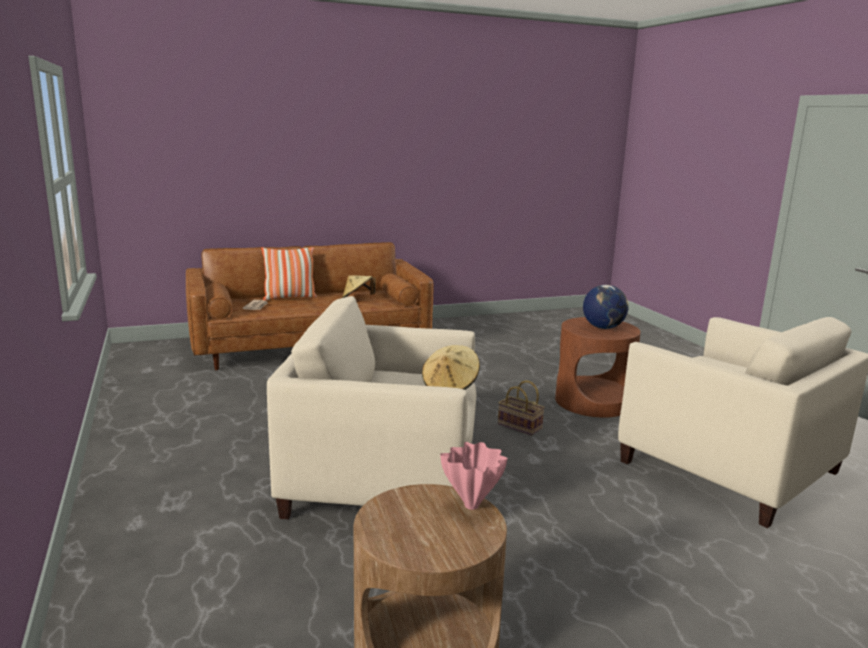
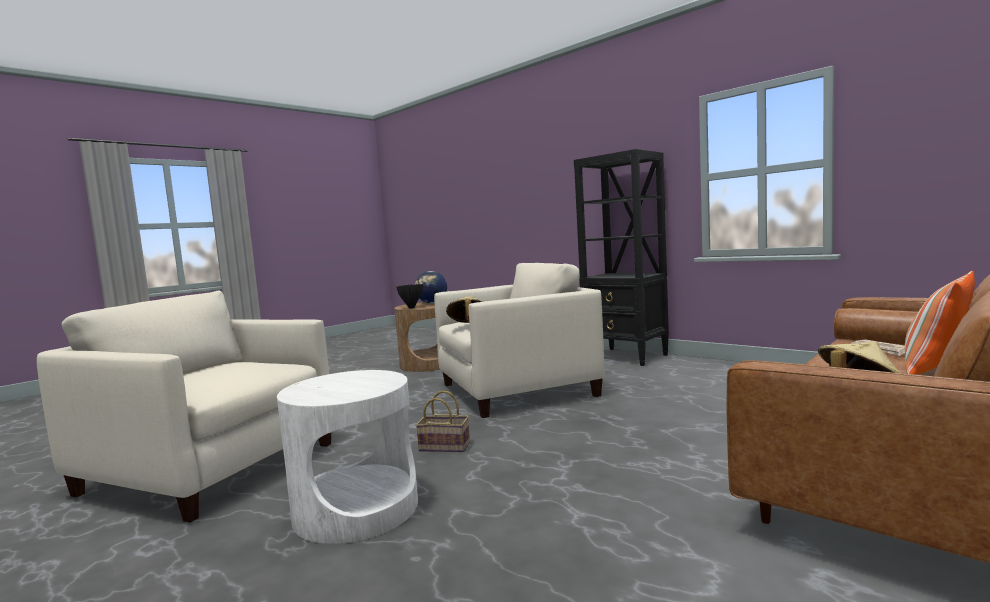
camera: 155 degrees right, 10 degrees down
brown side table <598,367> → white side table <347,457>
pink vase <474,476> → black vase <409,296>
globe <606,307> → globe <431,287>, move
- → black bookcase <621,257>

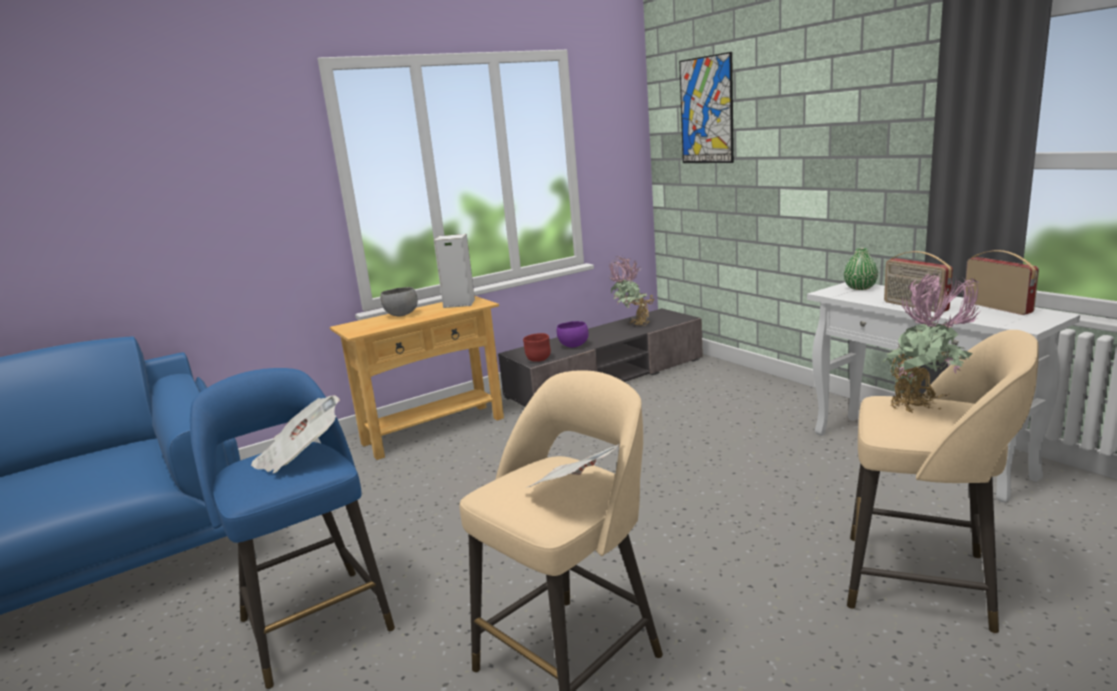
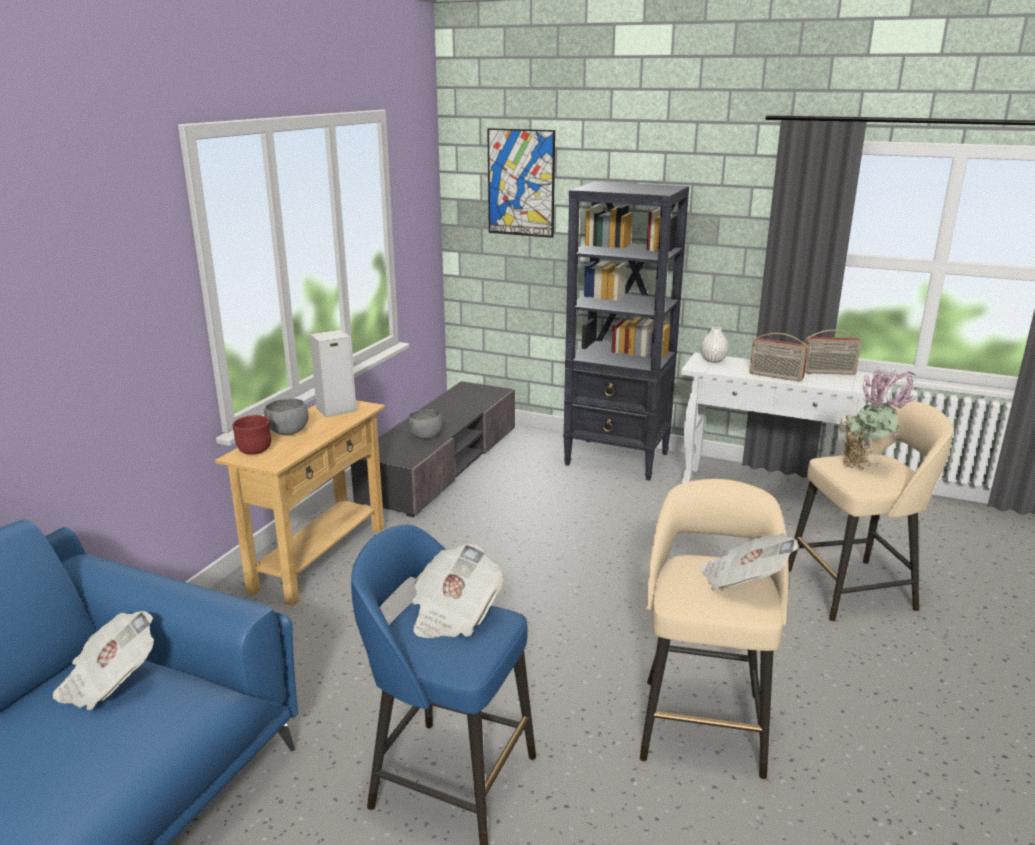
camera: 35 degrees left, 5 degrees up
- → newspaper <103,660>
red bowl <537,347> → red bowl <252,435>, move
purple bowl <573,334> → grey bowl <425,424>
- → black bookcase <626,331>
green vase <861,269> → white vase <715,345>
radio <1002,282> → radio <833,352>, 150 degrees clockwise
potted plant <632,291> → -

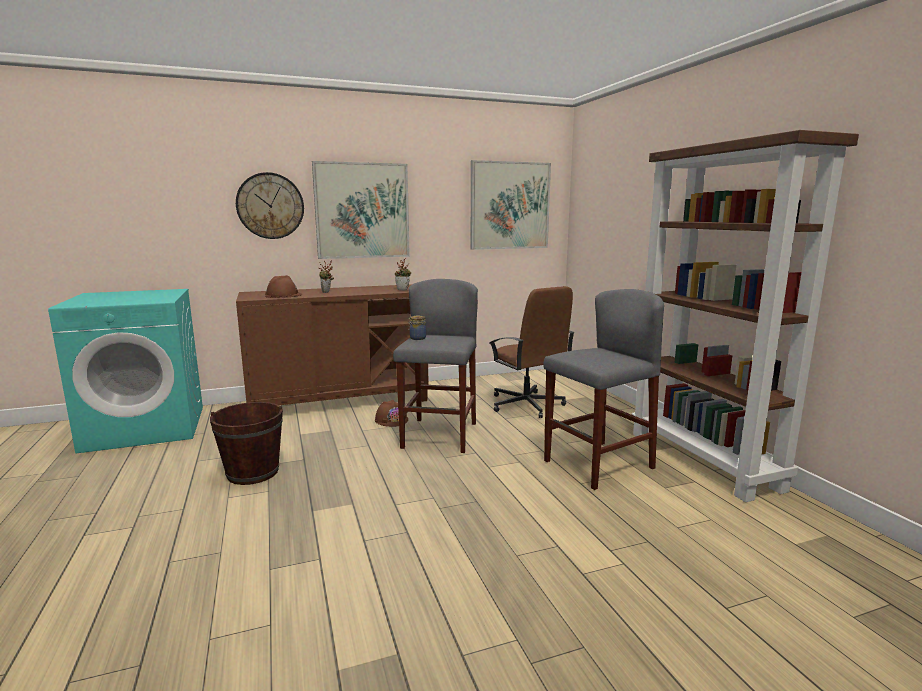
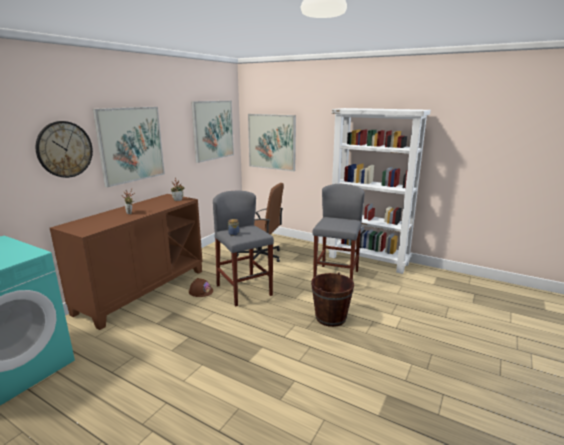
camera: 40 degrees left, 5 degrees up
- → picture <272,142>
brown bucket <246,443> → brown bucket <332,299>, move
brown bookcase <745,316> → white bookcase <379,191>
brown hard hat <283,286> → -

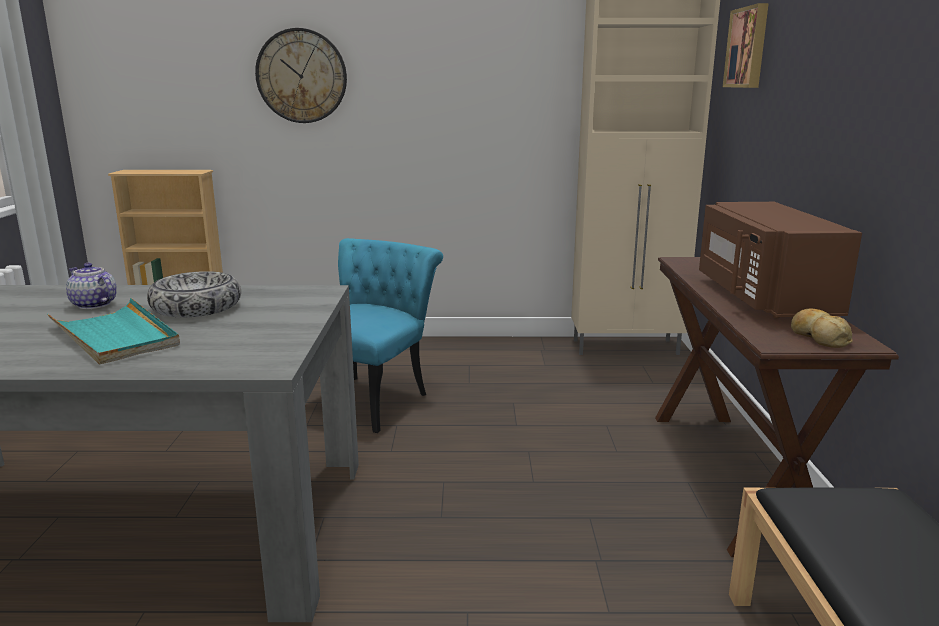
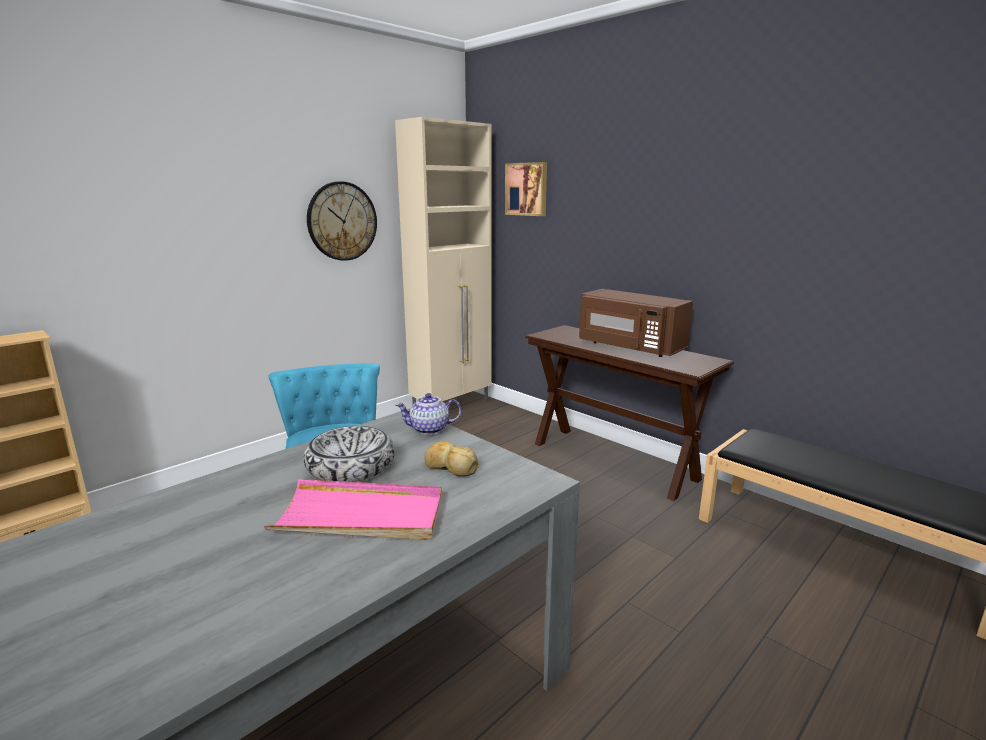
camera: 45 degrees left, 0 degrees up
turquoise tray <113,331> → pink tray <353,509>
wall clock <301,75> → wall clock <342,221>, move
teapot <91,286> → teapot <429,414>, move
bread <822,328> → bread <452,459>, move

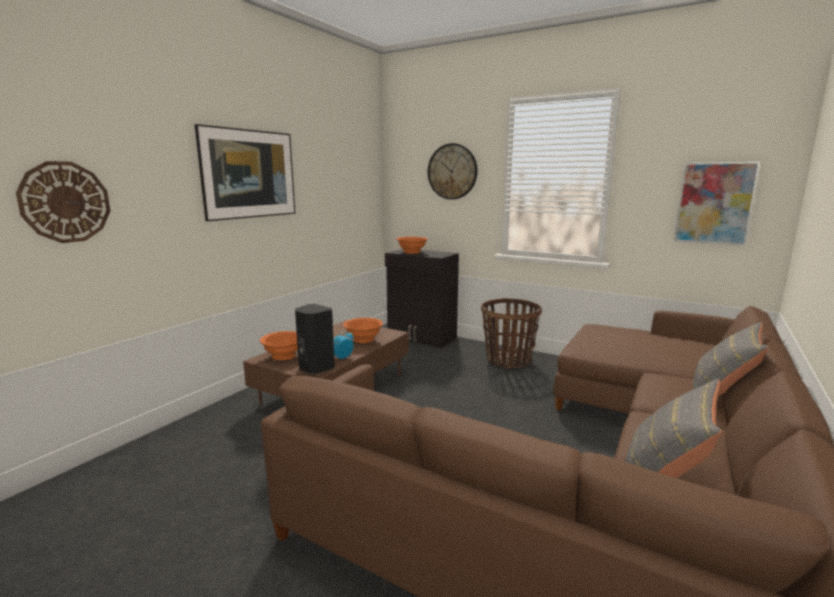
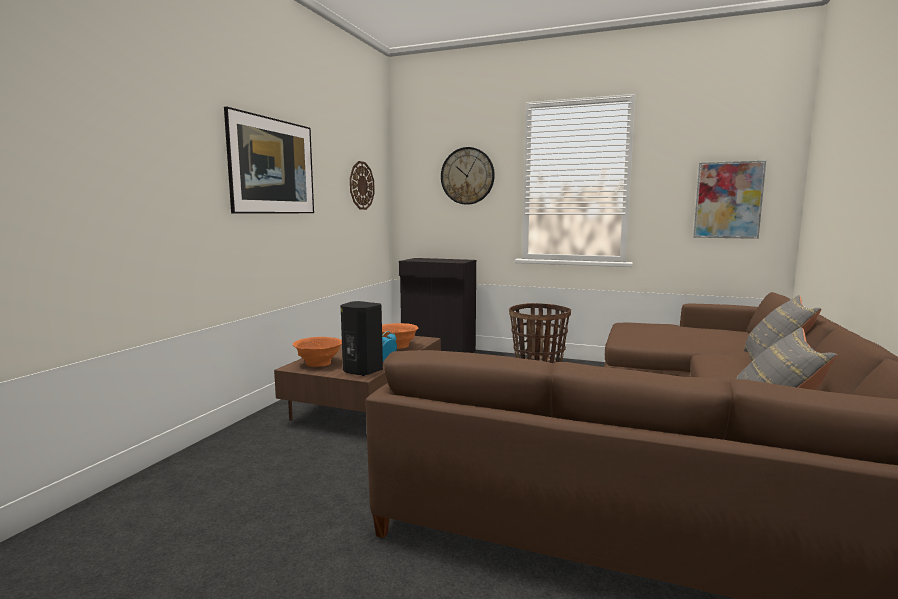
camera: 10 degrees left, 5 degrees down
wall clock <63,202> → wall clock <362,185>, move
orange bowl <412,245> → -

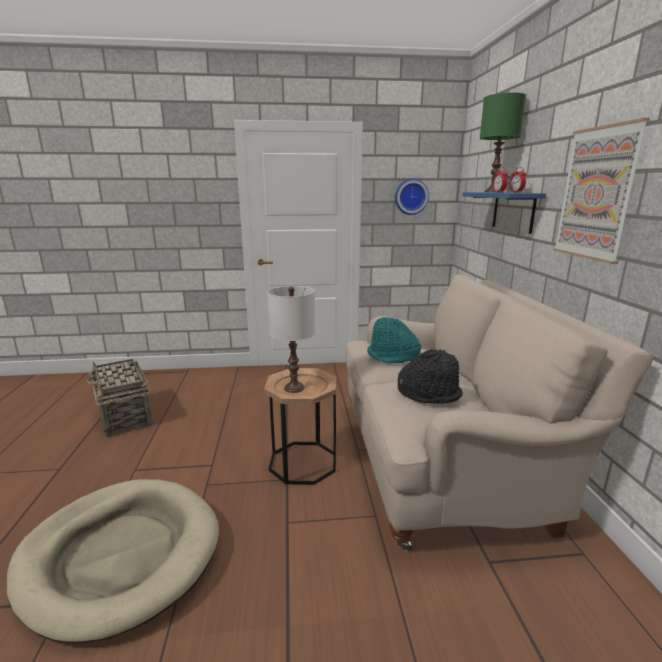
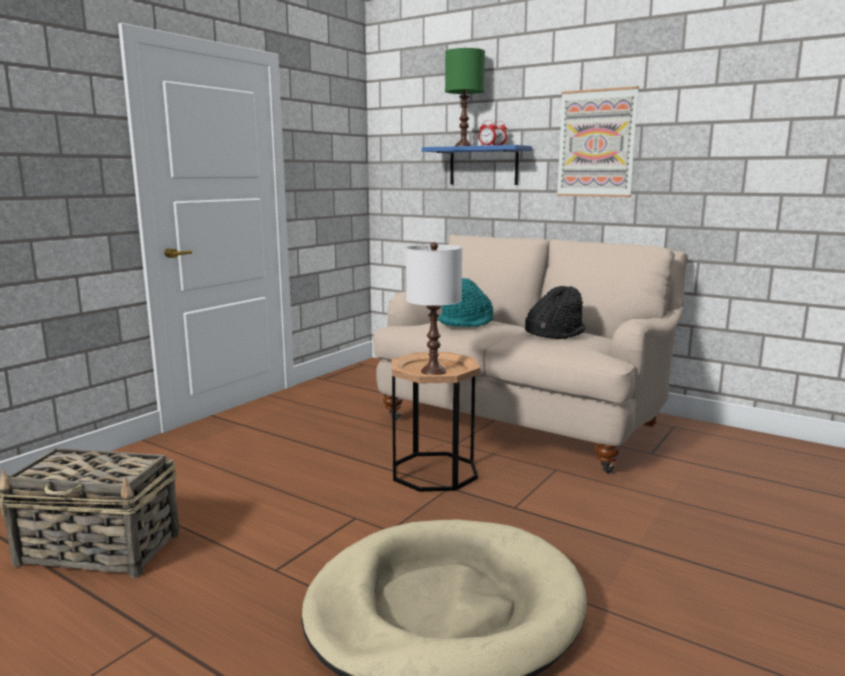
camera: 50 degrees left, 5 degrees down
wall clock <412,197> → -

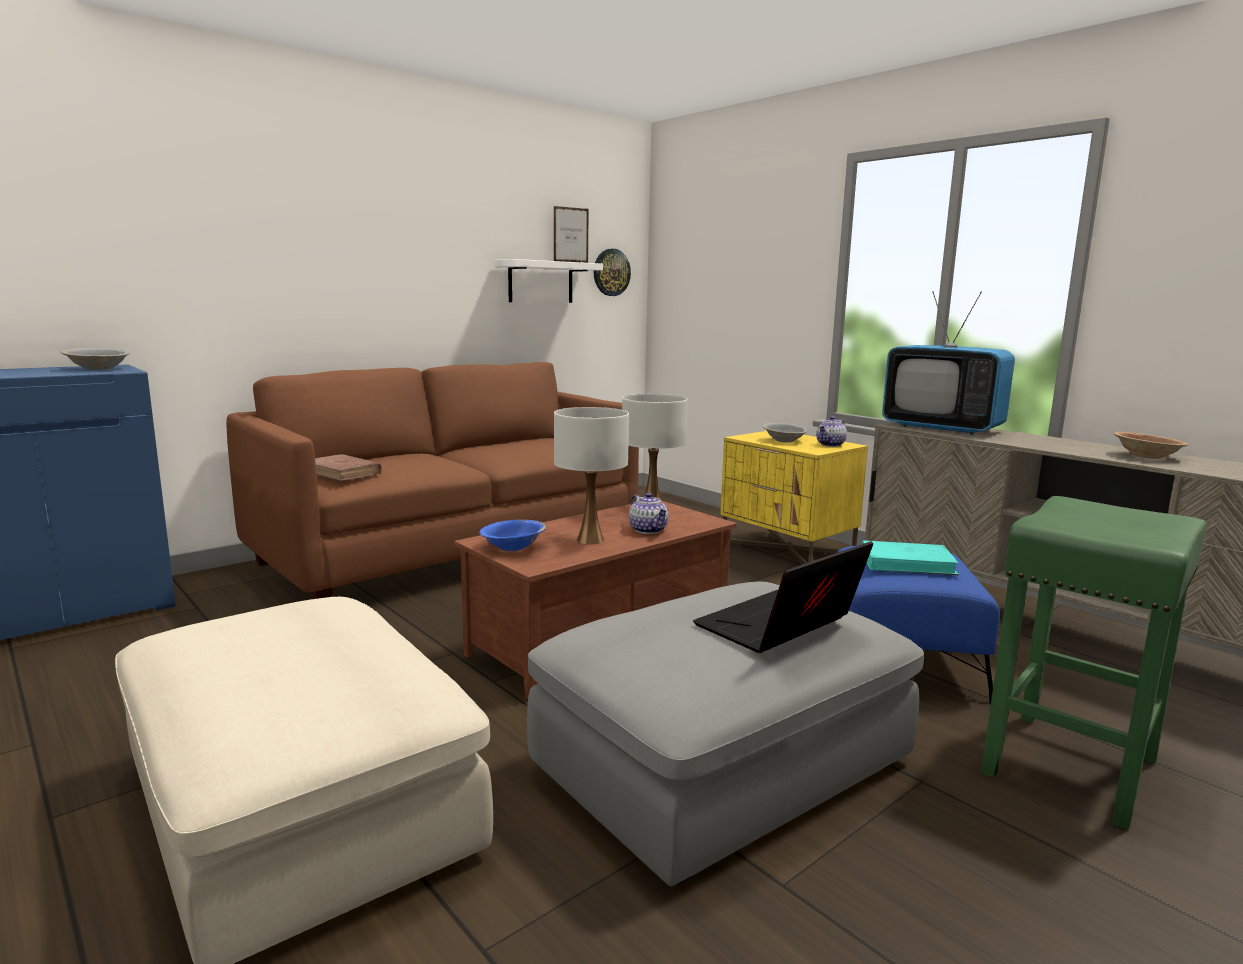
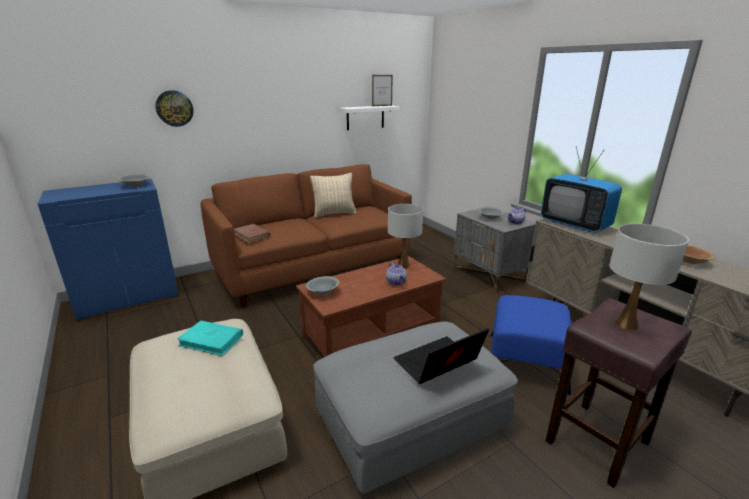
camera: 10 degrees right, 10 degrees up
wall clock <612,272> → wall clock <174,108>, move
turquoise book <910,557> → turquoise book <210,338>, move
blue bowl <512,535> → grey bowl <323,285>
- → beige pillow <333,195>
yellow nightstand <794,497> → grey nightstand <495,251>
green stool <1094,663> → brown stool <619,393>
white table lamp <591,475> → white table lamp <649,277>, move

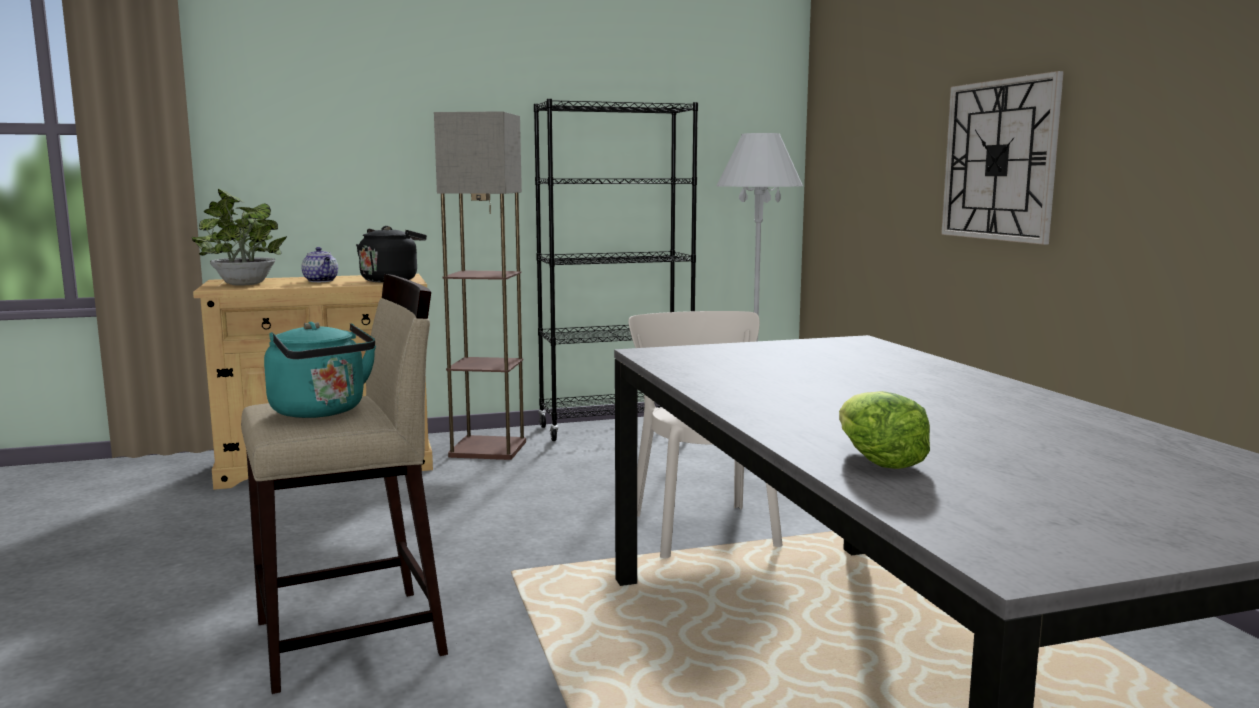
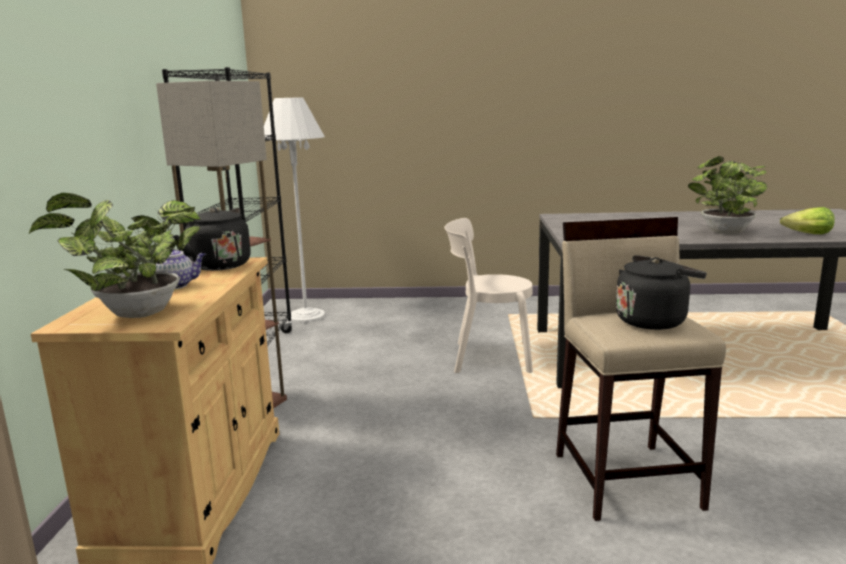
camera: 70 degrees left, 5 degrees up
turquoise kettle <320,370> → black kettle <661,292>
- → potted plant <727,195>
wall clock <1002,158> → -

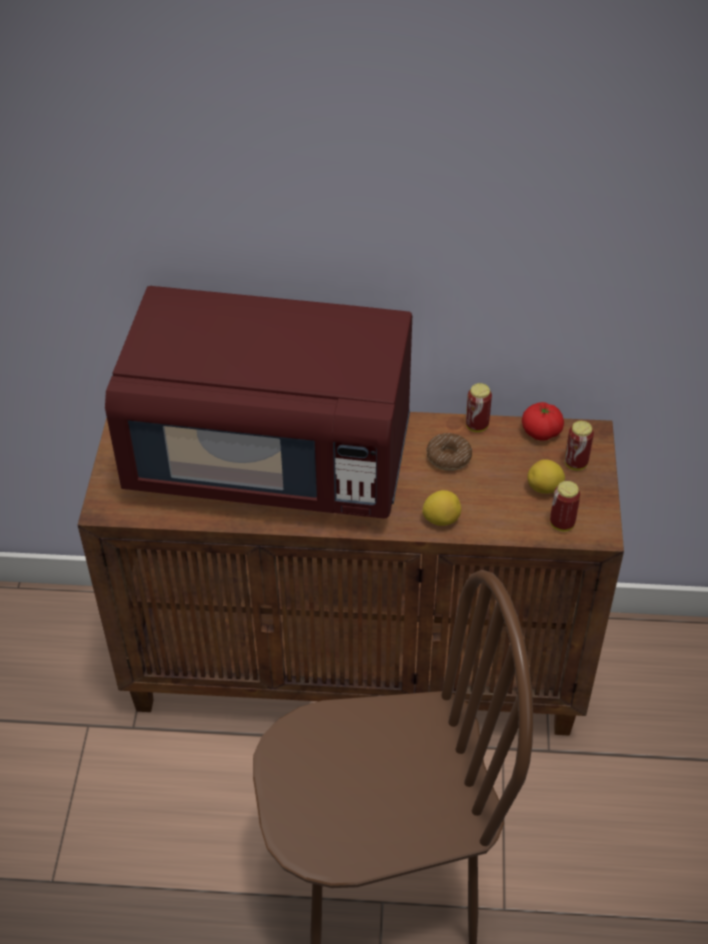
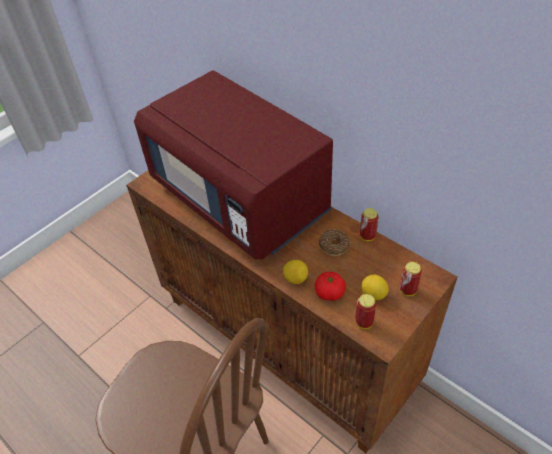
camera: 40 degrees right, 0 degrees up
tomato <543,421> → tomato <330,286>, move

